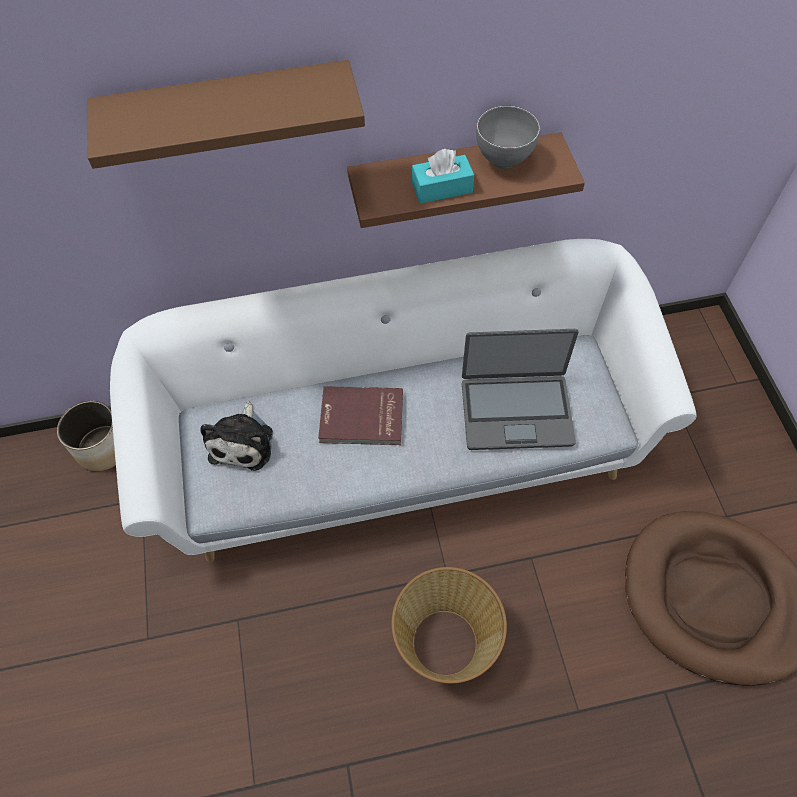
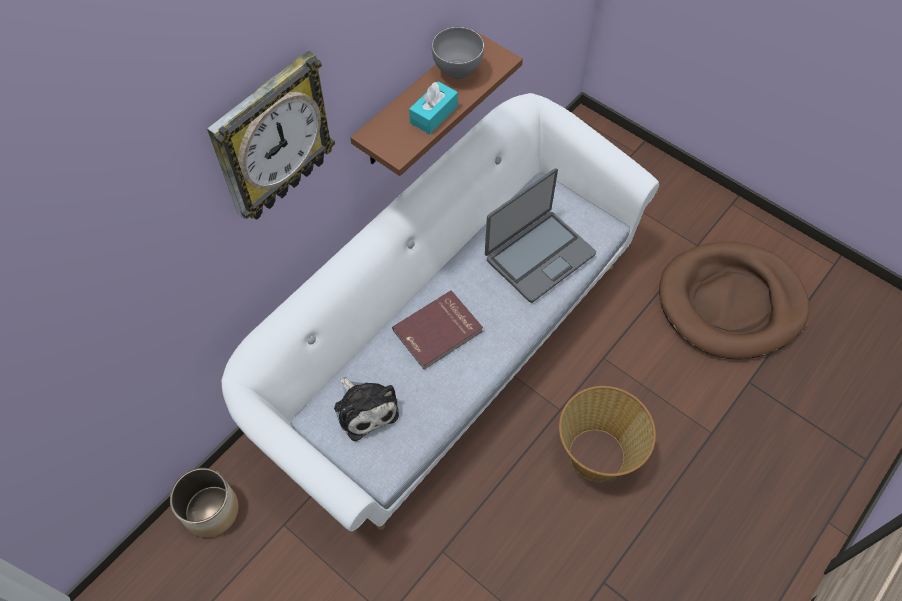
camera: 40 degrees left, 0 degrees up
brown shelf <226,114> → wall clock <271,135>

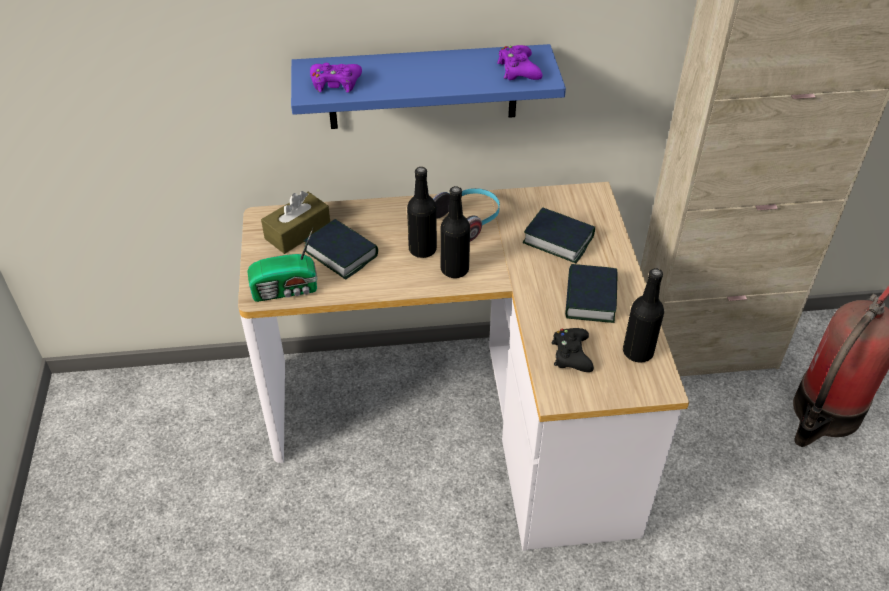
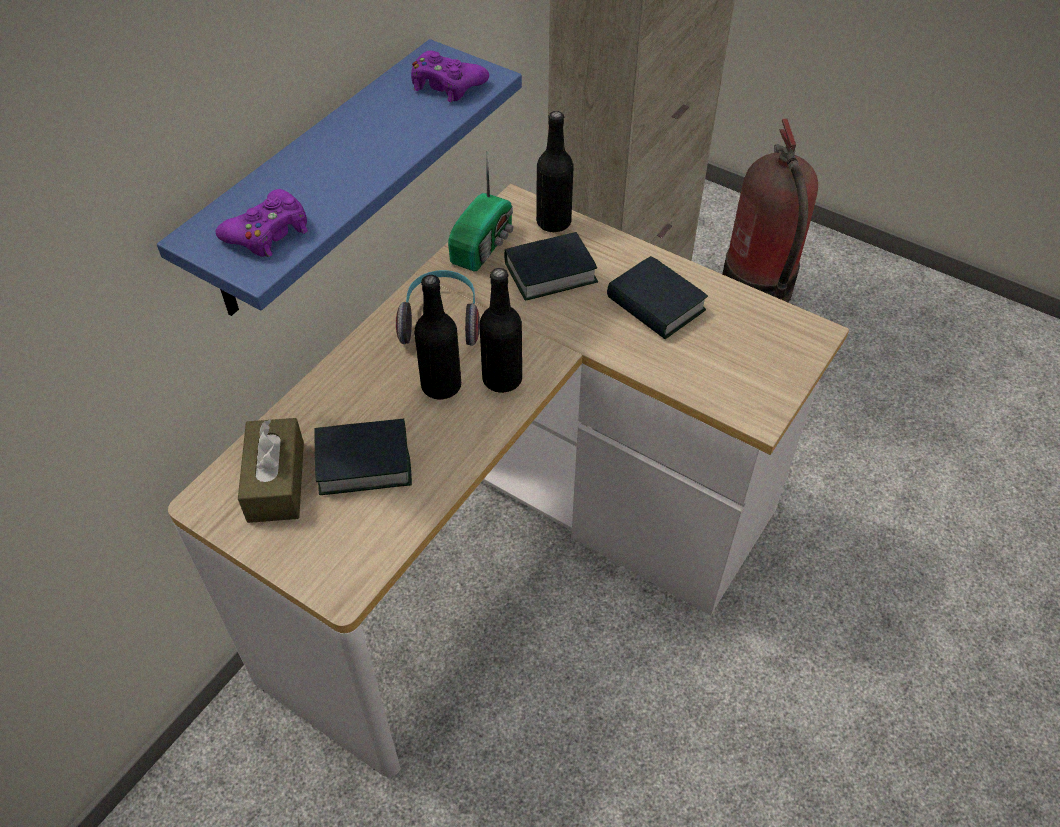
camera: 50 degrees left, 5 degrees up
radio <282,265> → radio <481,213>, move
black bottle <643,315> → black bottle <554,171>, move
black game controller <573,350> → -

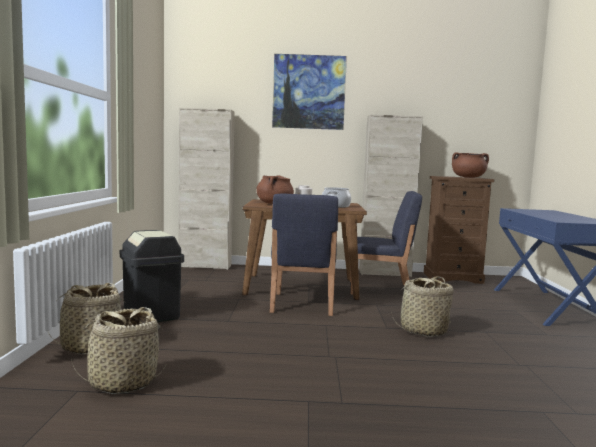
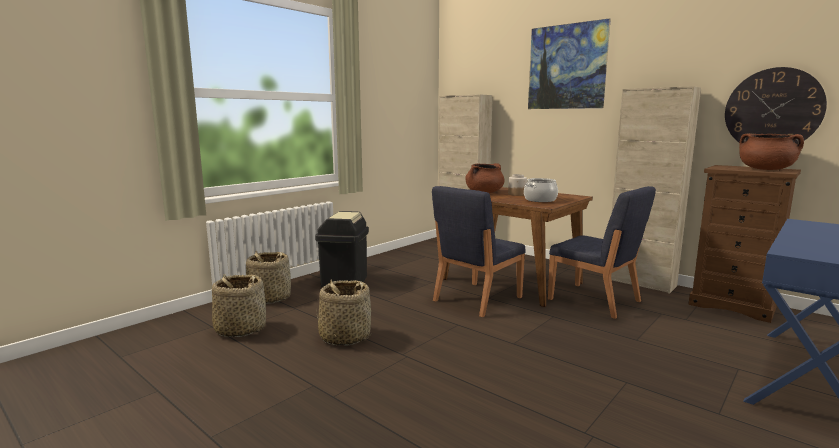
camera: 40 degrees right, 5 degrees up
basket <422,306> → basket <344,313>, move
- → wall clock <776,105>

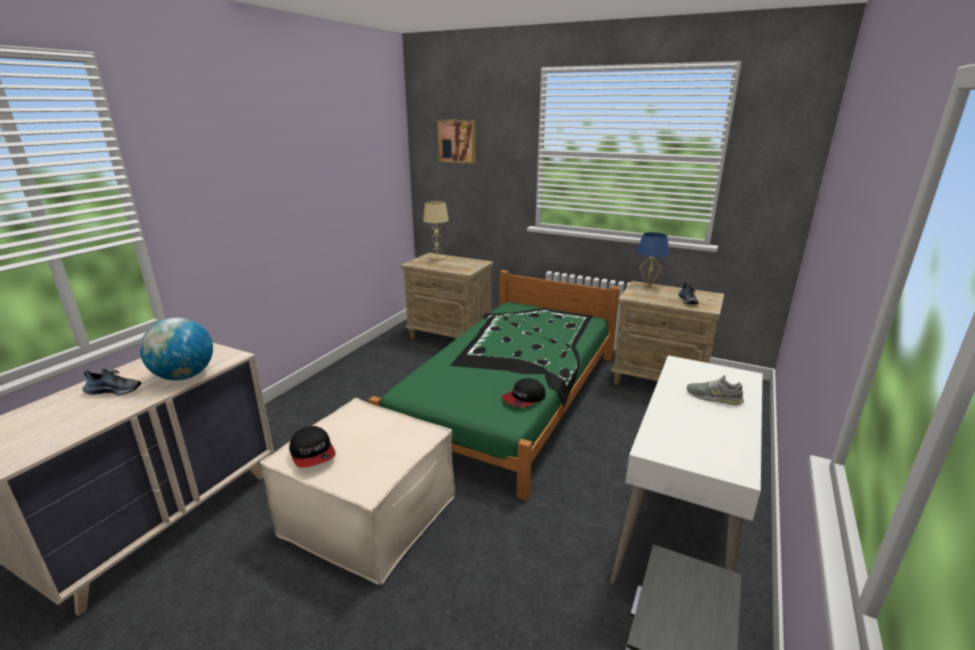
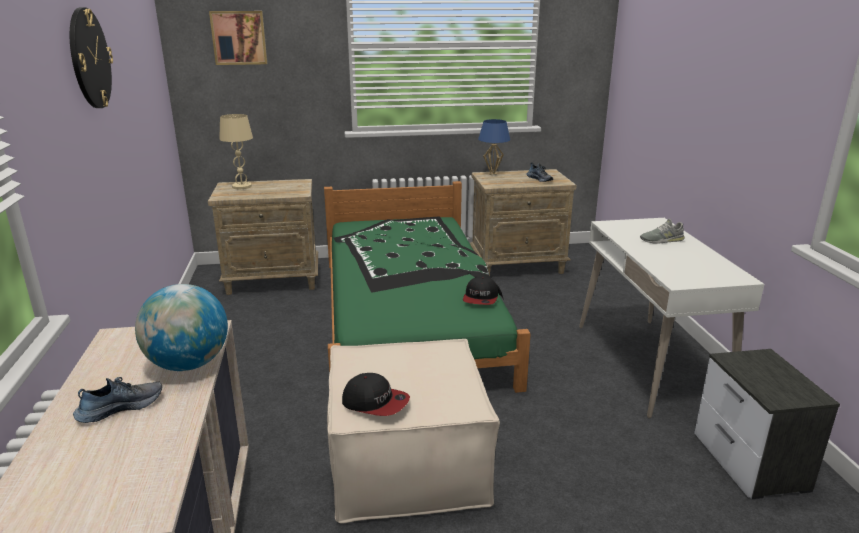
camera: 35 degrees left, 0 degrees up
- → wall clock <91,57>

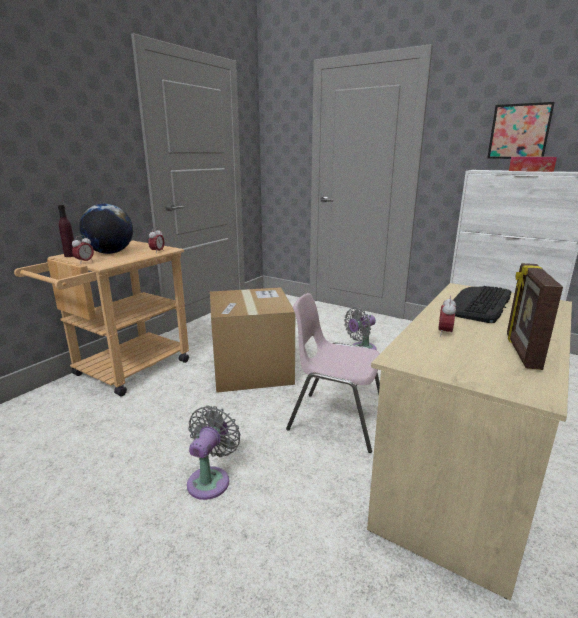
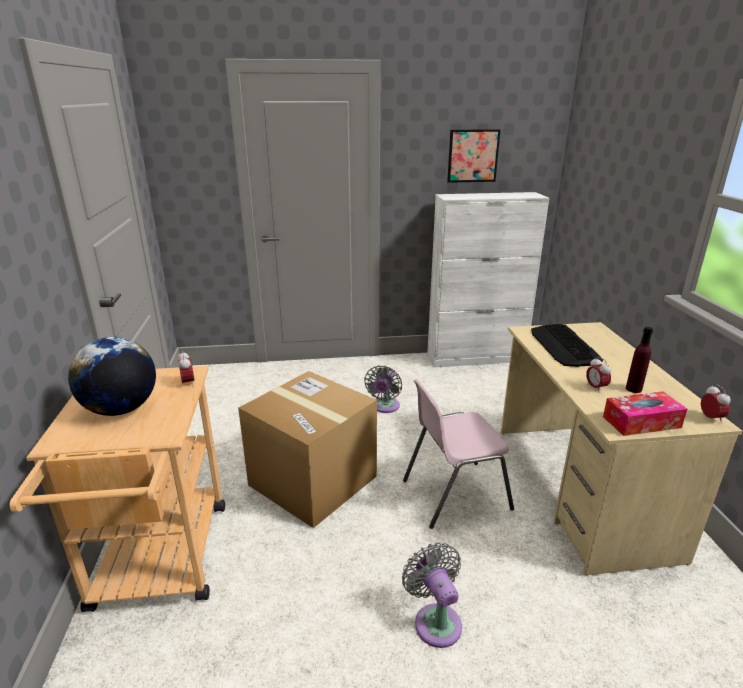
camera: 40 degrees left, 5 degrees up
tissue box <533,164> → tissue box <645,413>, move
purple bottle <66,231> → purple bottle <639,360>, move
alarm clock <83,249> → alarm clock <716,404>, move
picture frame <535,316> → -

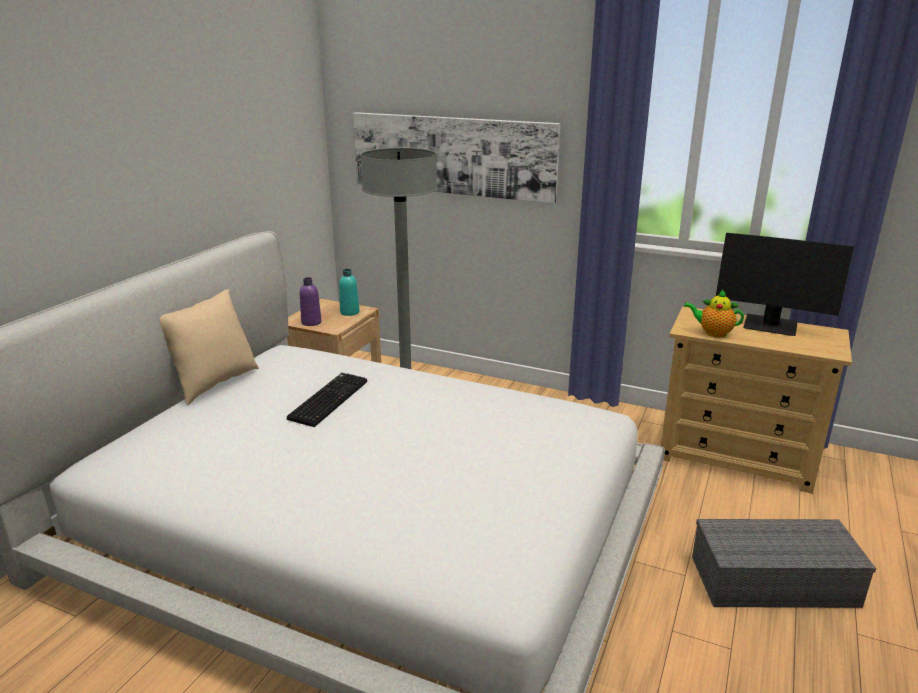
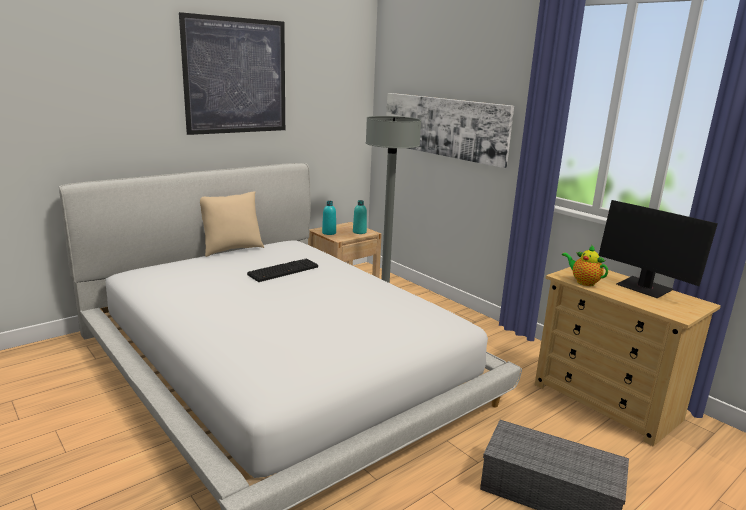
camera: 25 degrees right, 5 degrees down
- → picture <232,73>
purple bottle <311,301> → turquoise bottle <329,218>

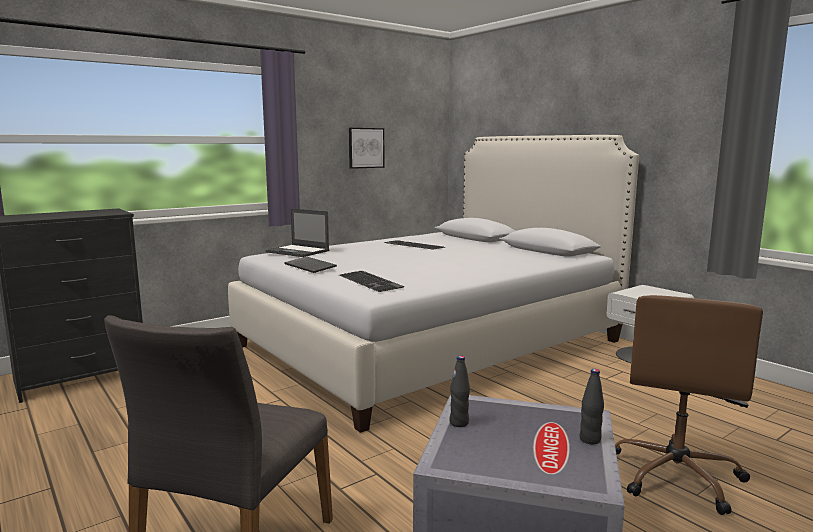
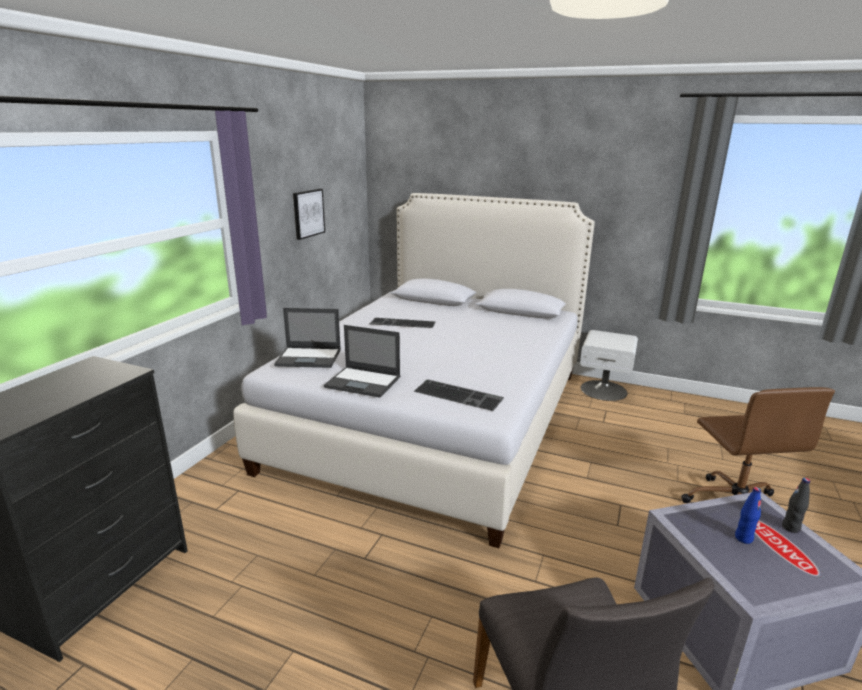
camera: 30 degrees left, 10 degrees up
keyboard <310,265> → laptop <362,361>
- → blue bottle <748,515>
black bottle <460,391> → -

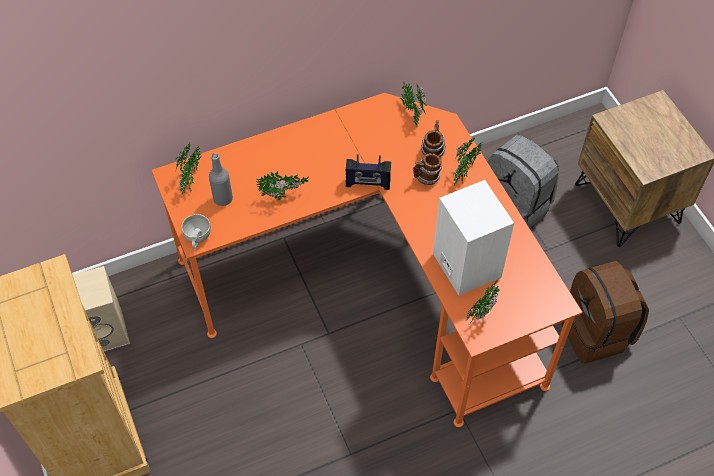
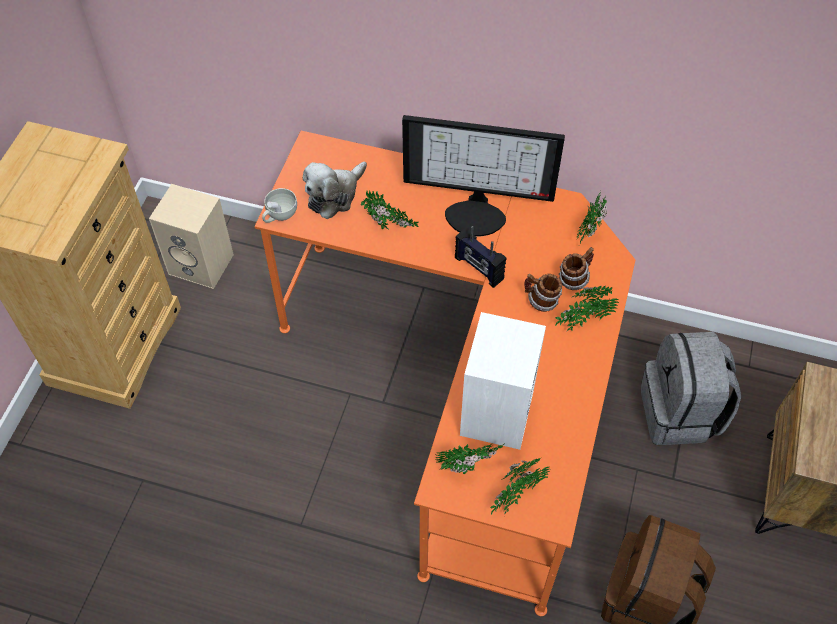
camera: 40 degrees right, 0 degrees up
grey bottle <221,179> → plush toy <335,190>
- → monitor <483,176>
potted plant <188,169> → potted plant <519,486>, move

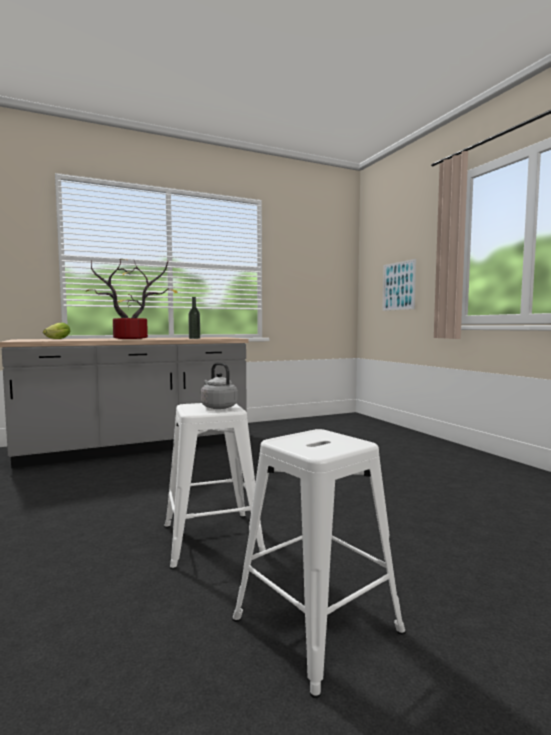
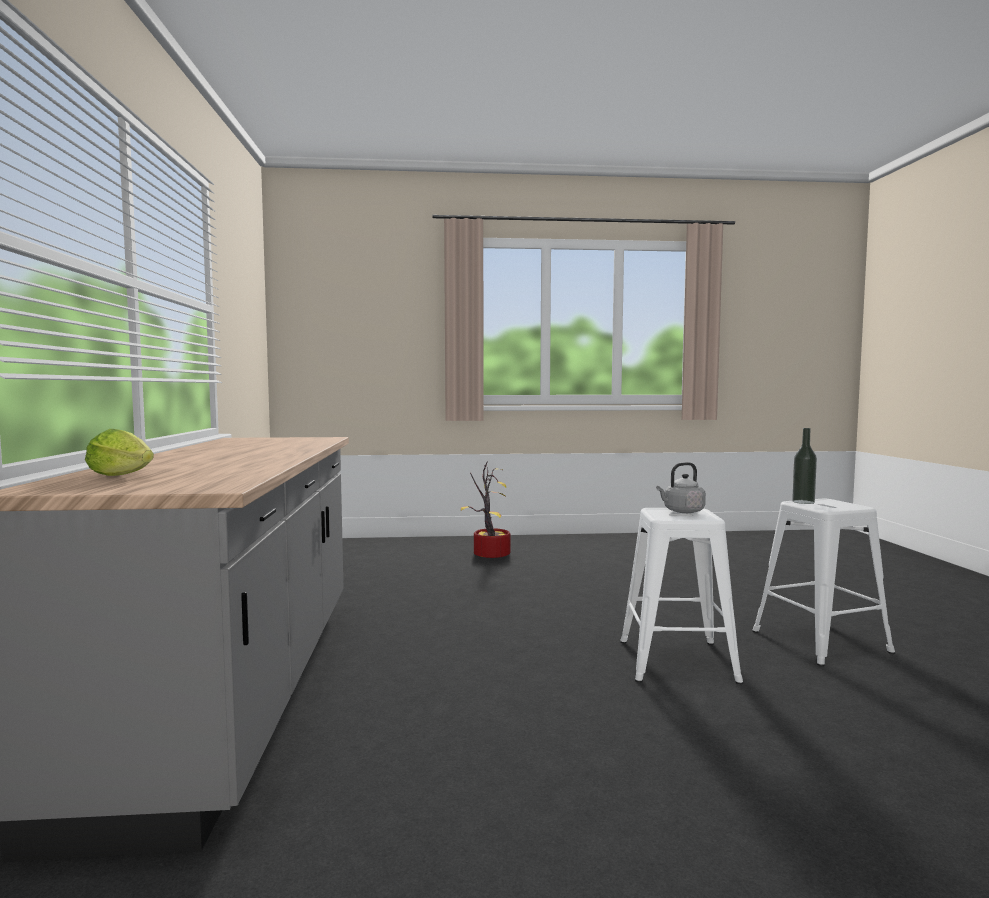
camera: 70 degrees left, 0 degrees up
potted plant <131,299> → potted plant <485,509>, move
bottle <194,318> → bottle <804,466>, move
picture <399,285> → -

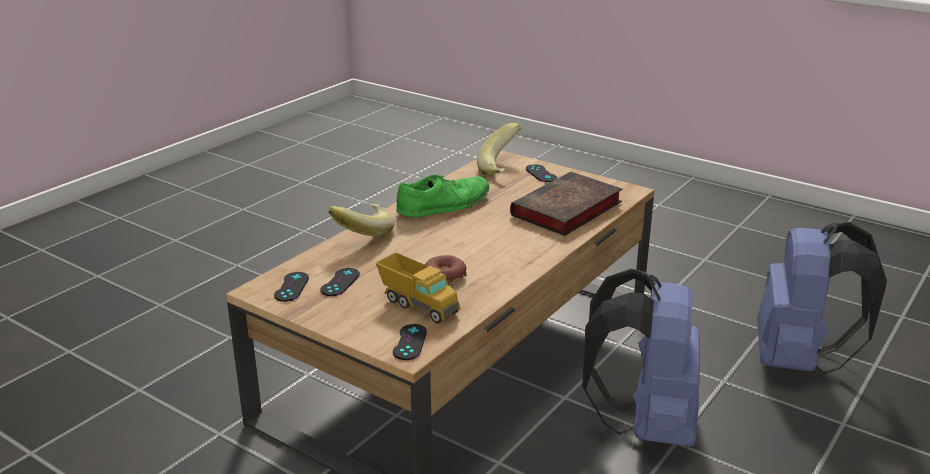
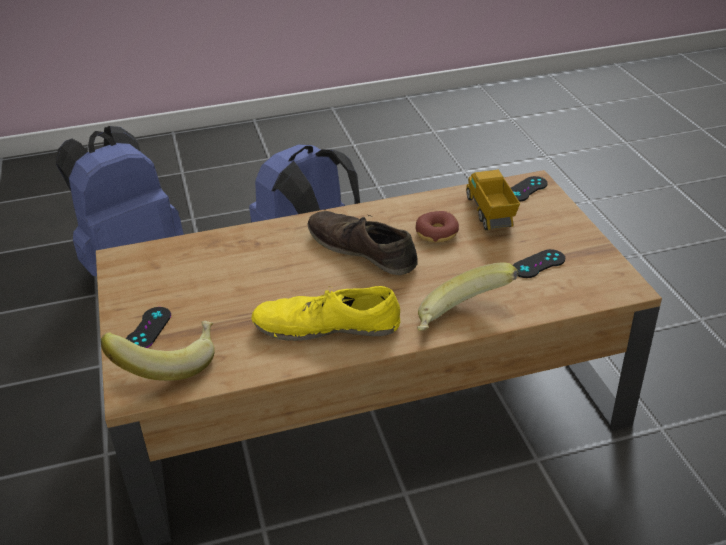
camera: 140 degrees left, 10 degrees up
green shoe <442,196> → yellow shoe <325,313>
- → brown shoe <363,243>
black game controller <291,287> → -
book <566,204> → -

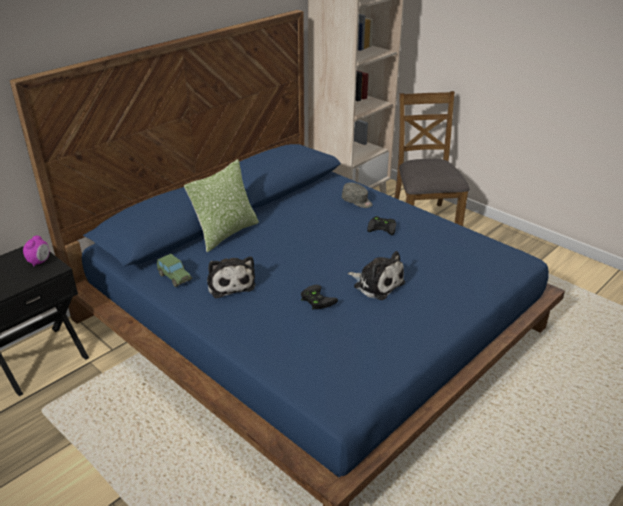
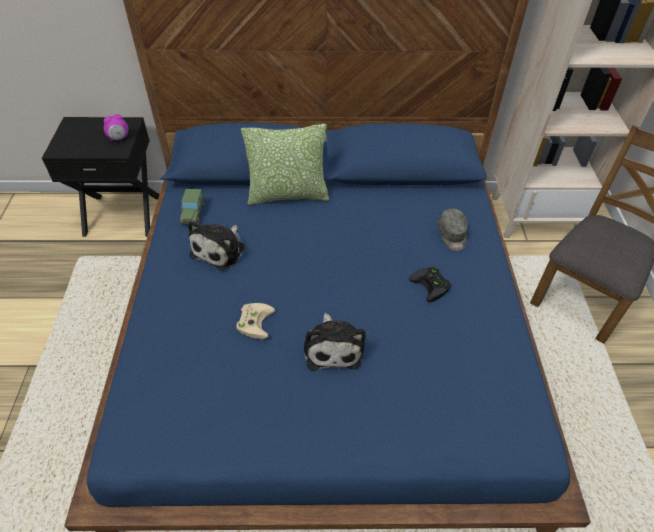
camera: 45 degrees right, 15 degrees up
black game controller <319,297> → beige game controller <256,321>

